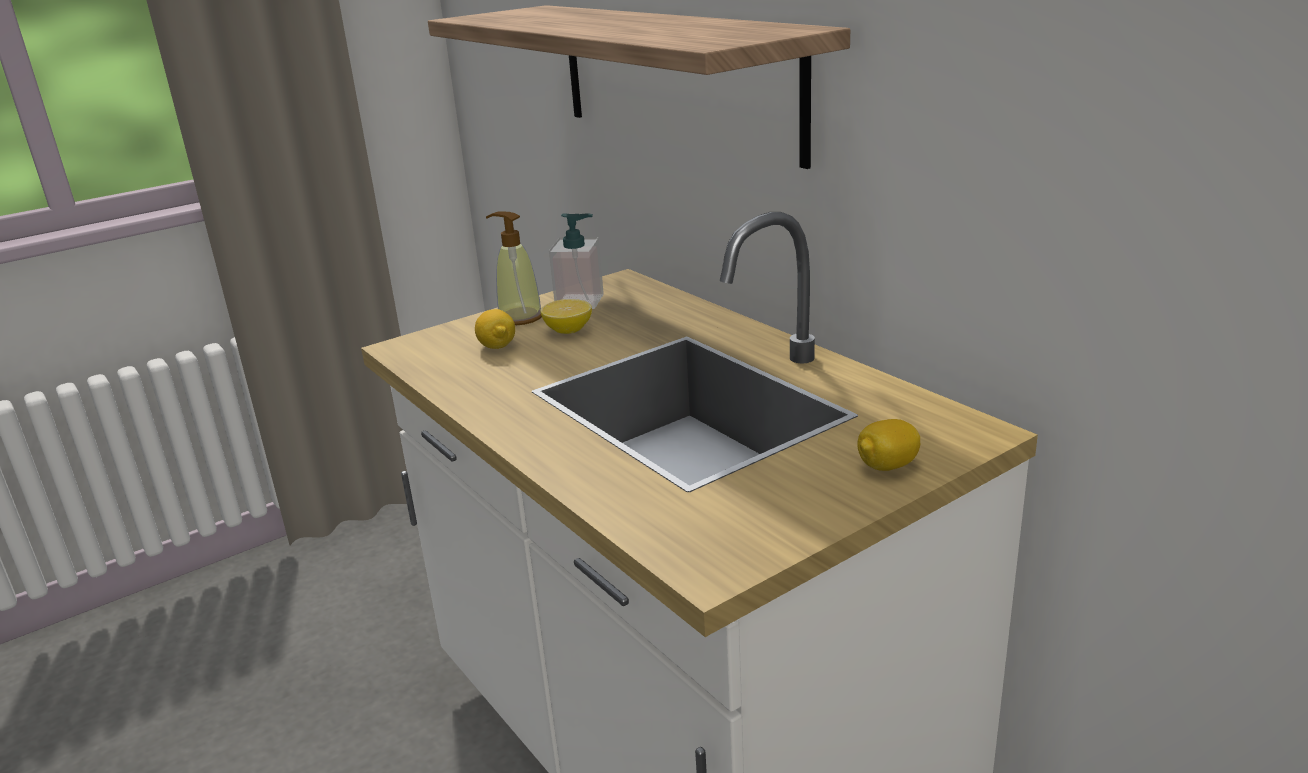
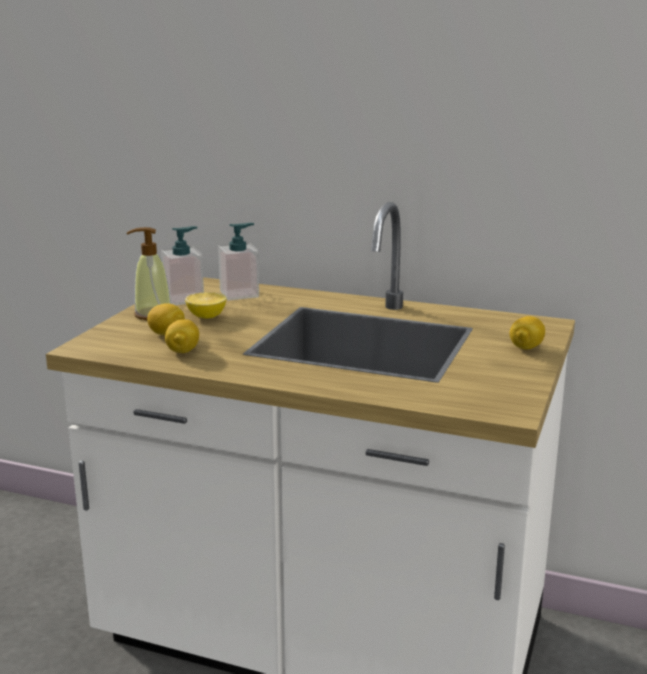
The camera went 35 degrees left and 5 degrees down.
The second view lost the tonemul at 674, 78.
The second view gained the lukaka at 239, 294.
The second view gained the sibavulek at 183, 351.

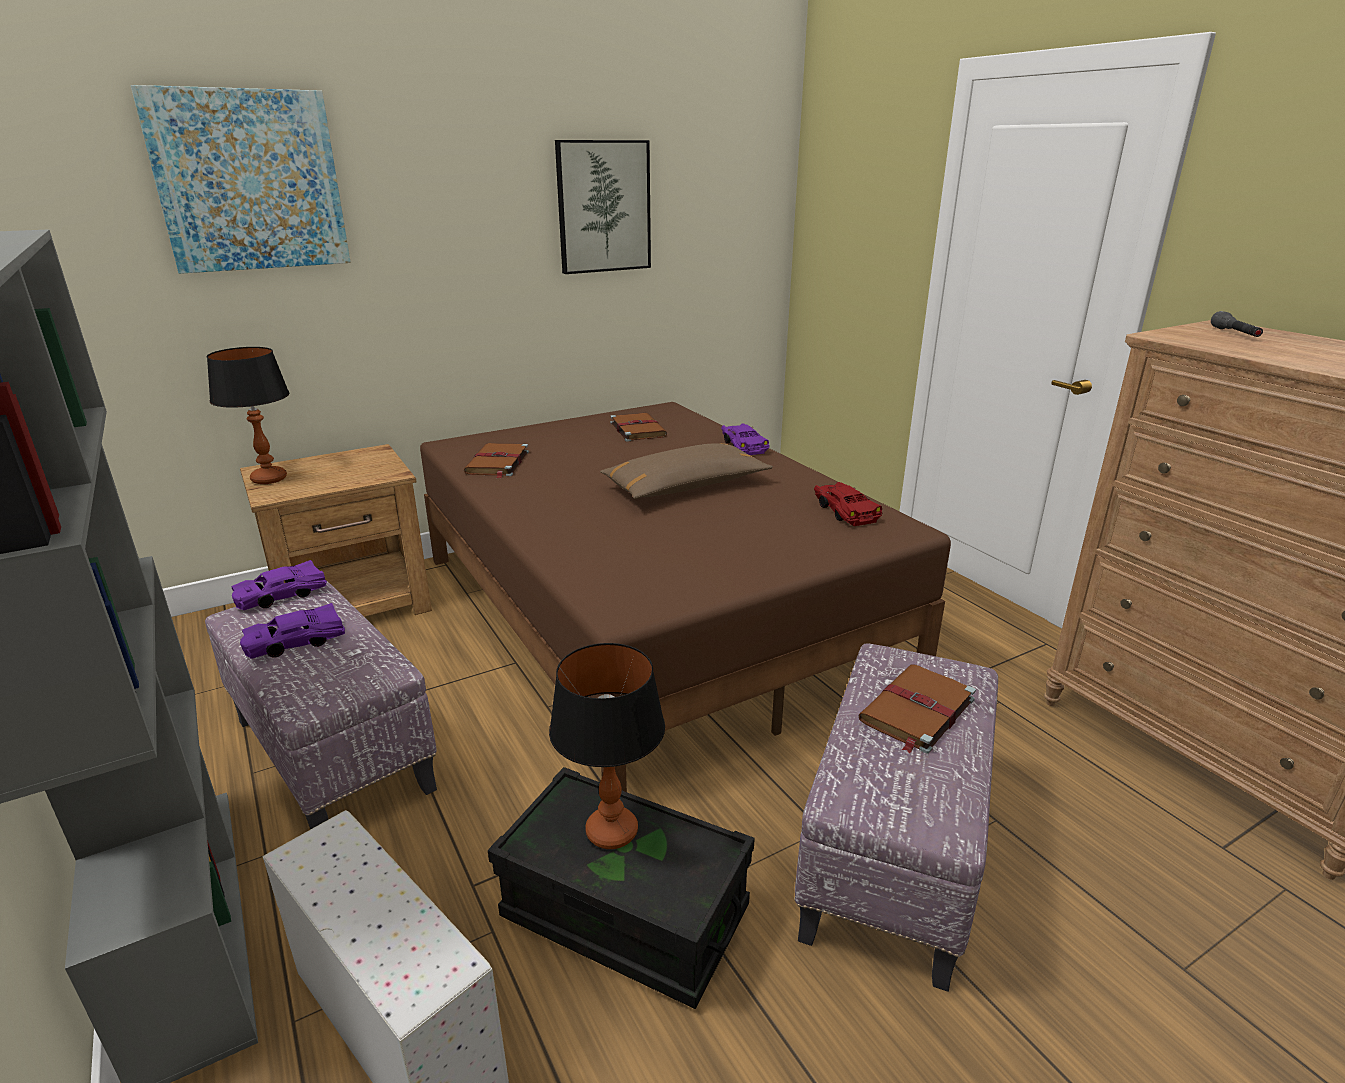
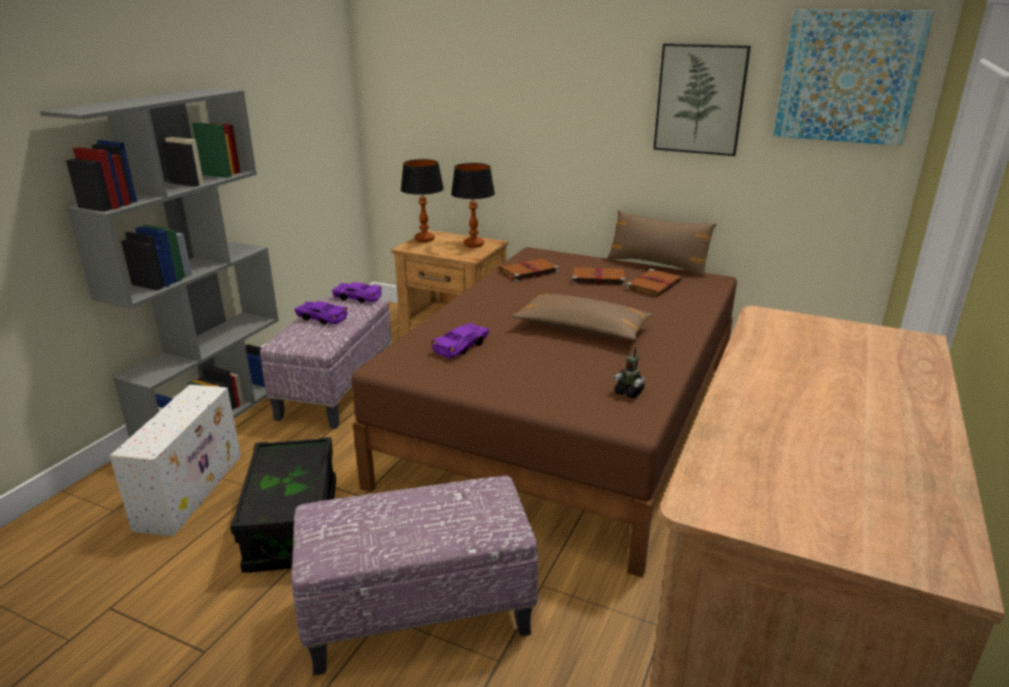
The camera went 55 degrees right and 0 degrees up.
The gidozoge ended up elsewhere, having gone from 249, 181 to 848, 77.
The second view lost the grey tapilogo at 1235, 334.
The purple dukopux ended up elsewhere, having gone from 743, 446 to 462, 346.
Where the red dukopux stood at 844, 511, the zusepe came to stand at 629, 392.
The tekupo ended up elsewhere, having gone from 612, 831 to 474, 244.
The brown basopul ended up elsewhere, having gone from 916, 711 to 597, 278.
The second view gained the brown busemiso at 657, 265.

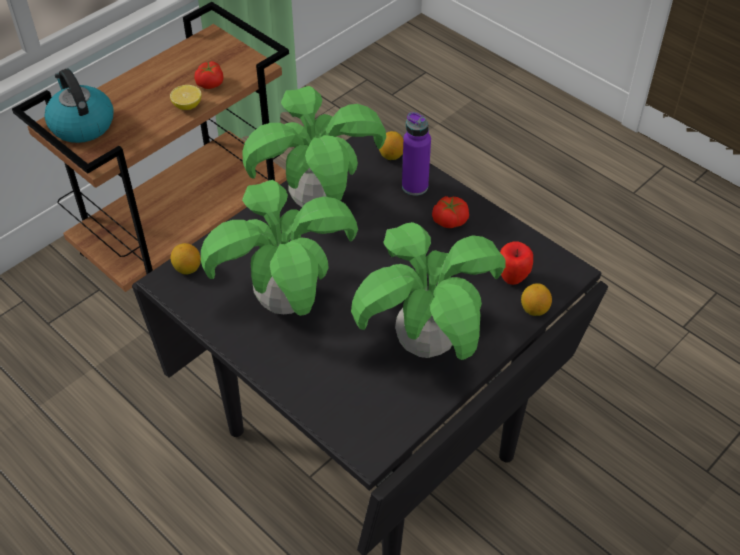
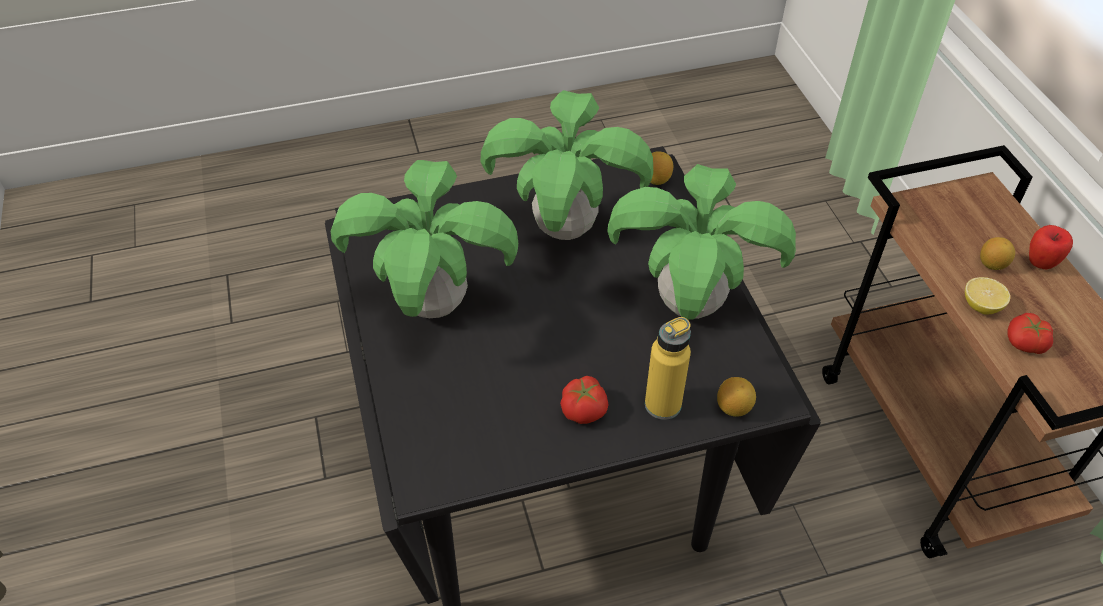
The camera went 120 degrees right and 0 degrees up.
The second view lost the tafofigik at 81, 124.
What was the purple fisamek at 415, 186 turned into the yellow fisamek at 663, 404.
The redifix ended up elsewhere, having gone from 512, 278 to 1040, 264.
The sibavulek ended up elsewhere, having gone from 534, 309 to 992, 264.

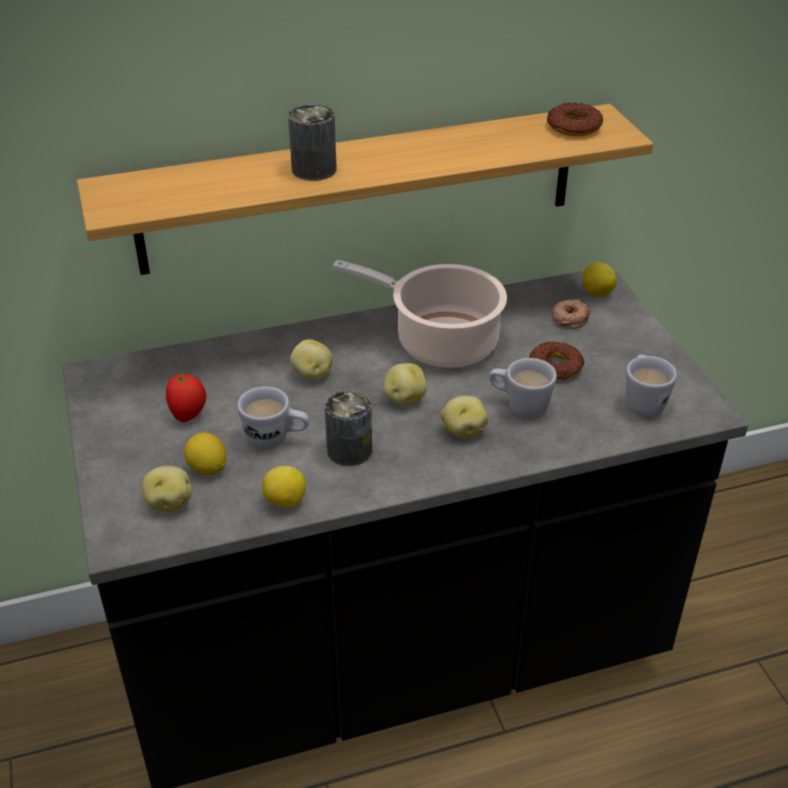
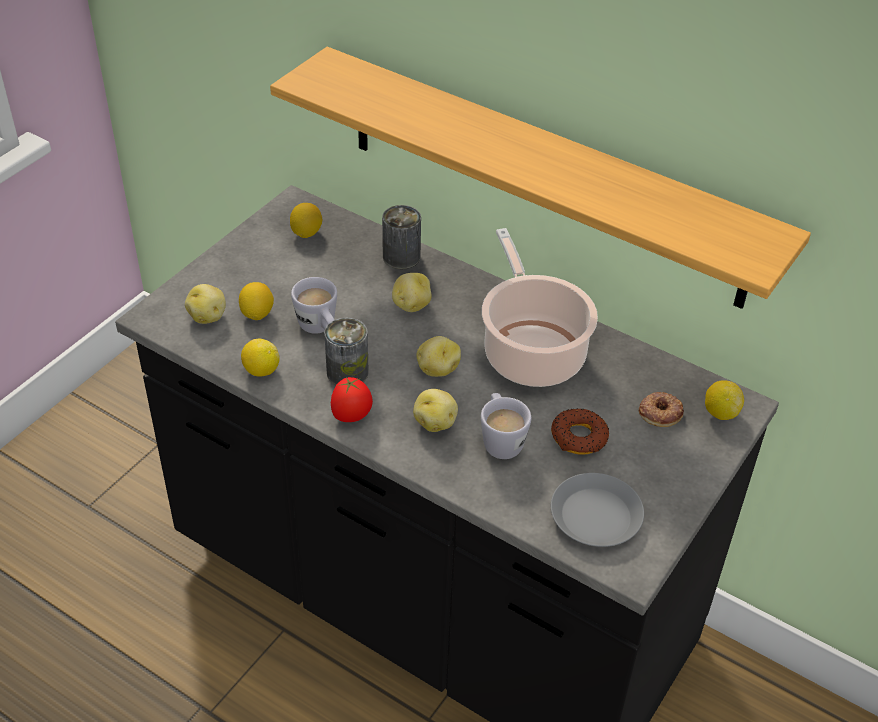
The camera went 50 degrees right and 5 degrees up.
The second view lost the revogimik at 573, 127.
The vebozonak ended up elsewhere, having gone from 314, 170 to 401, 256.
Where the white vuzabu stood at 642, 401, the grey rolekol came to stand at 595, 516.
The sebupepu ended up elsewhere, having gone from 188, 415 to 351, 417.
The second view gained the sibavulek at 306, 233.

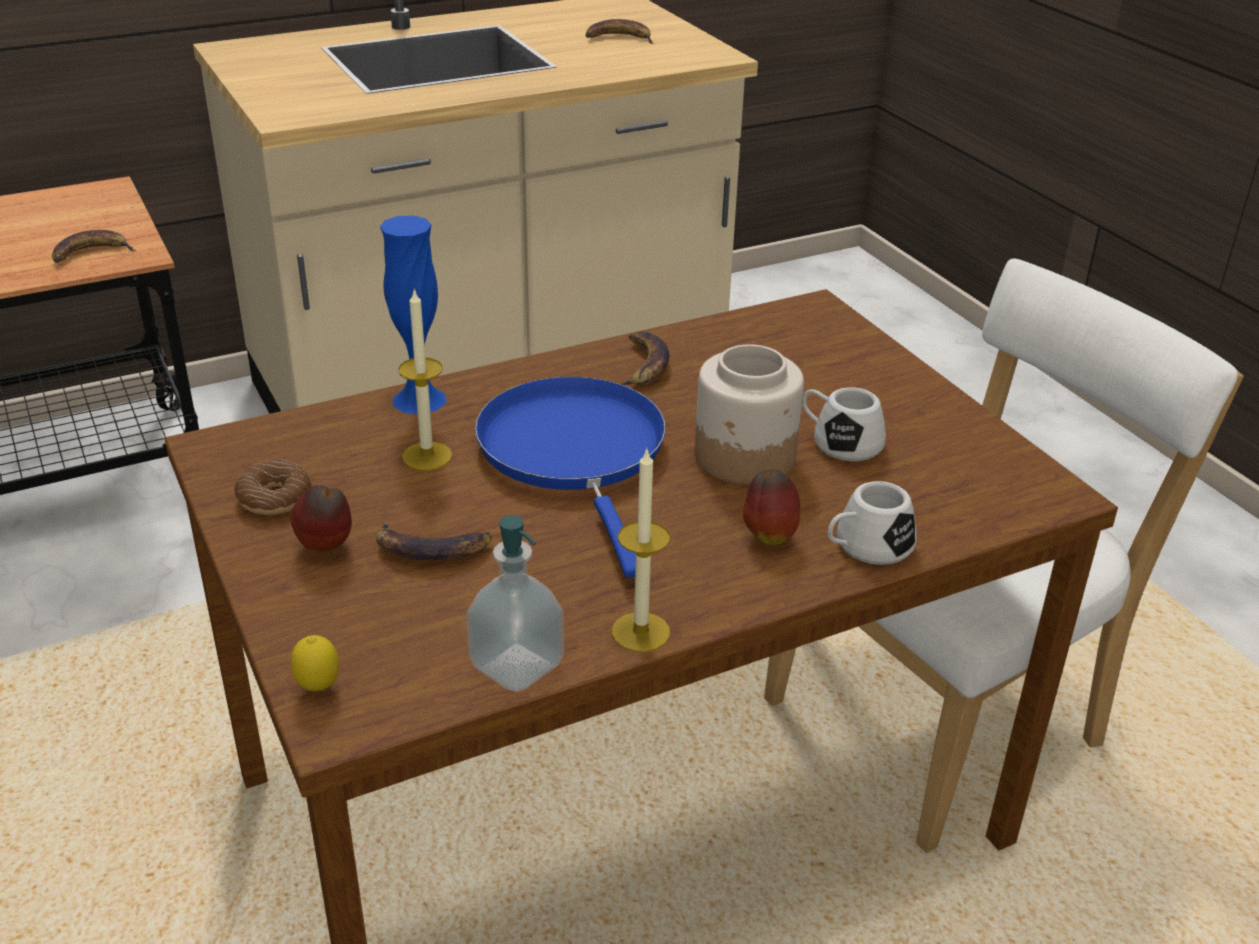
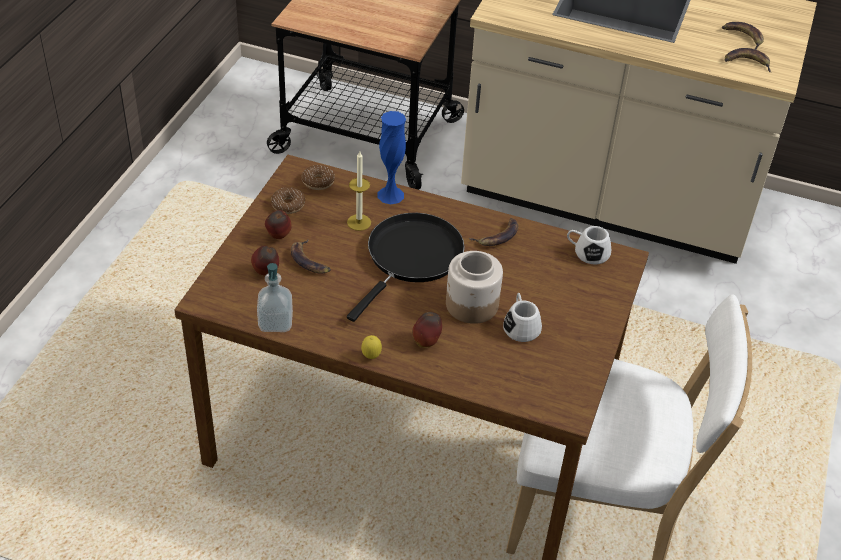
The camera went 45 degrees right and 10 degrees up.
The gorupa ended up elsewhere, having gone from 91, 253 to 746, 62.
What was the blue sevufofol at 575, 454 turned into the black sevufofol at 411, 258.
The second view lost the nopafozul at 640, 632.
The white vuzabu ended up elsewhere, having gone from 865, 547 to 587, 252.
The sibavulek ended up elsewhere, having gone from 318, 688 to 371, 357.
The second view gained the revogimik at 318, 182.
The second view gained the redifix at 266, 273.

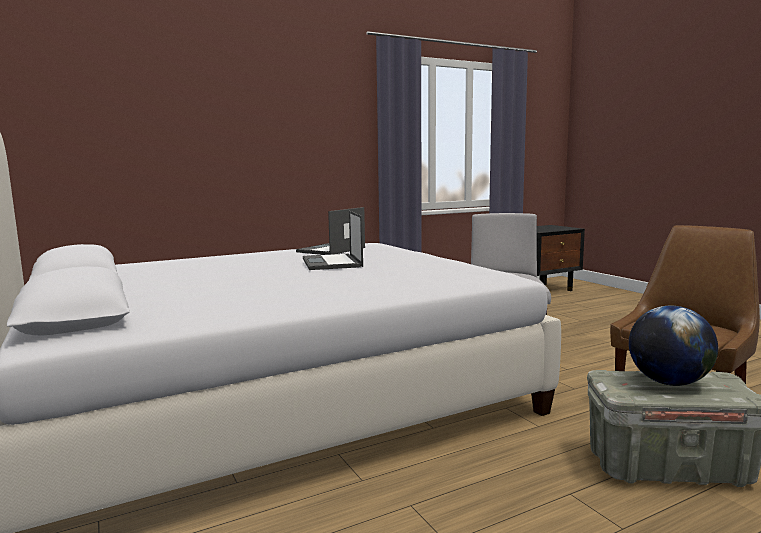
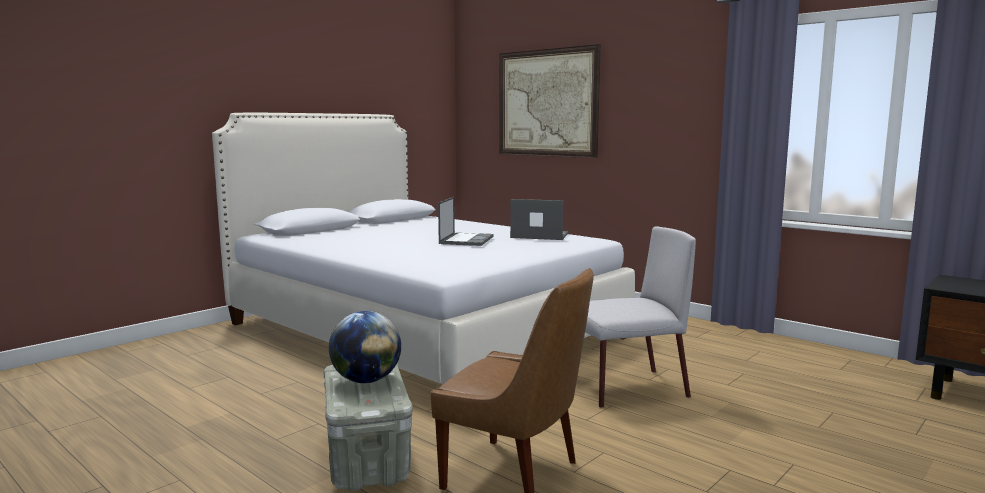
The camera went 70 degrees right and 0 degrees up.
The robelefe at 332, 263 ended up facing another way, 135 degrees clockwise from before.
The second view gained the gidozoge at 547, 103.

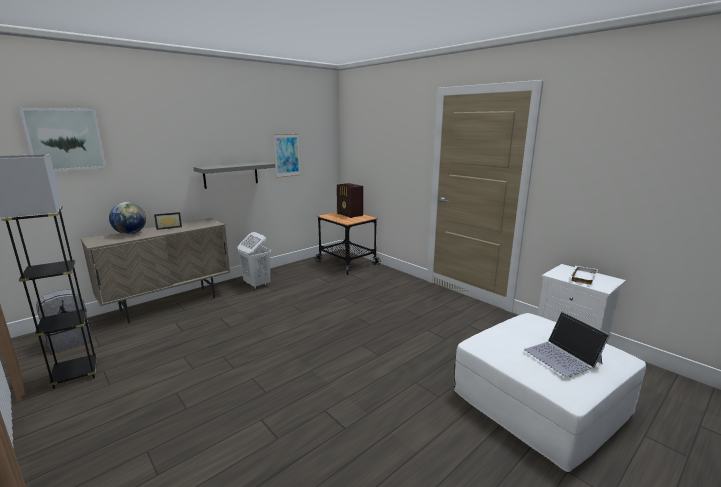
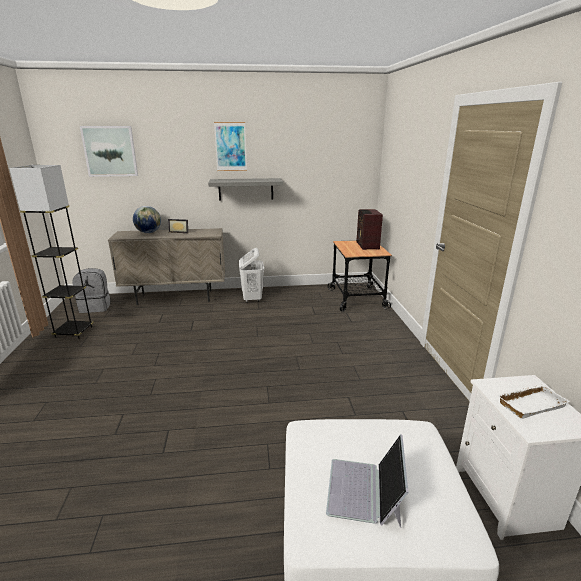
The camera went 35 degrees right and 5 degrees up.
The gidozoge ended up elsewhere, having gone from 287, 155 to 230, 146.

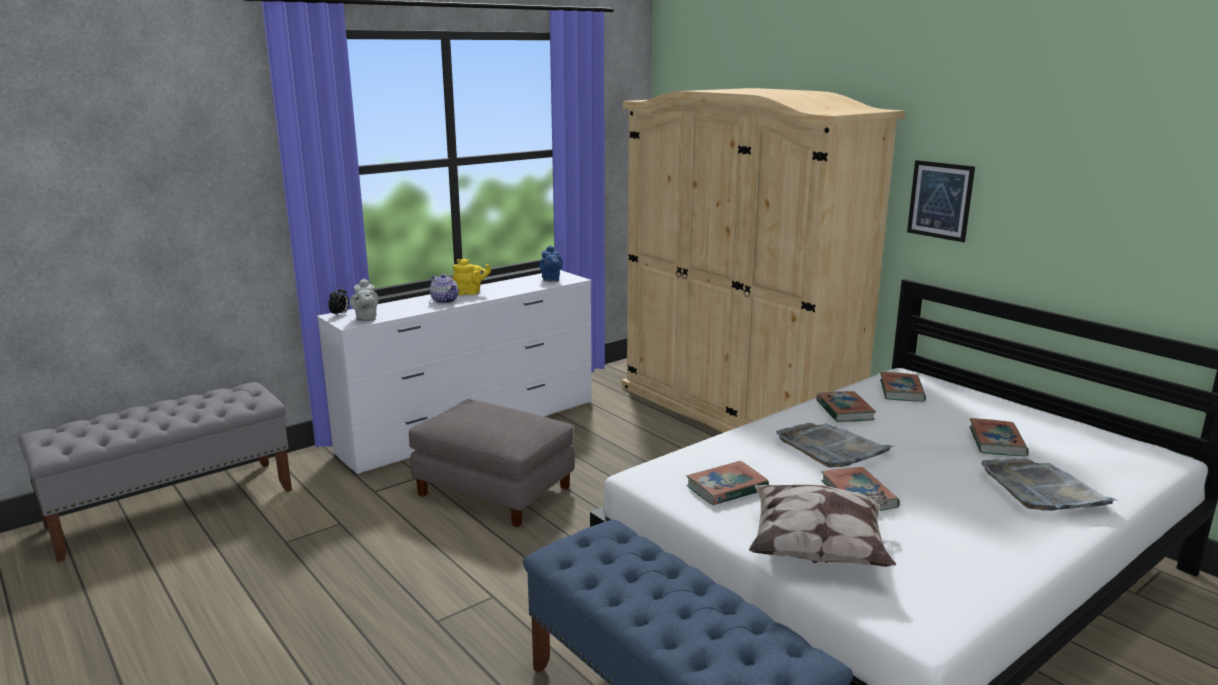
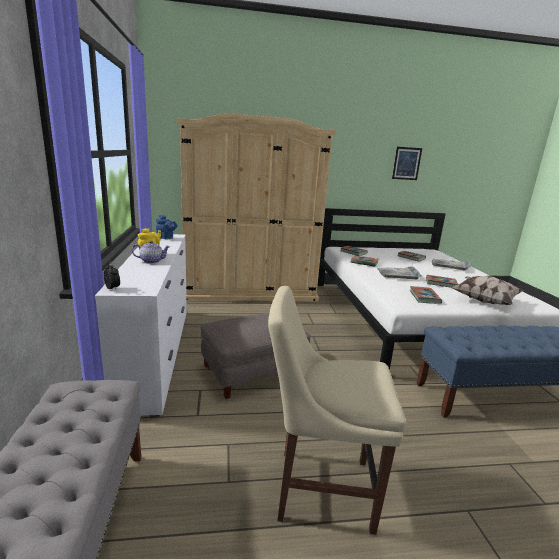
The camera went 60 degrees left and 0 degrees up.
The gidozoge ended up elsewhere, having gone from 940, 200 to 406, 163.
The second view lost the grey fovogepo at 366, 318.
The second view gained the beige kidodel at 318, 487.

